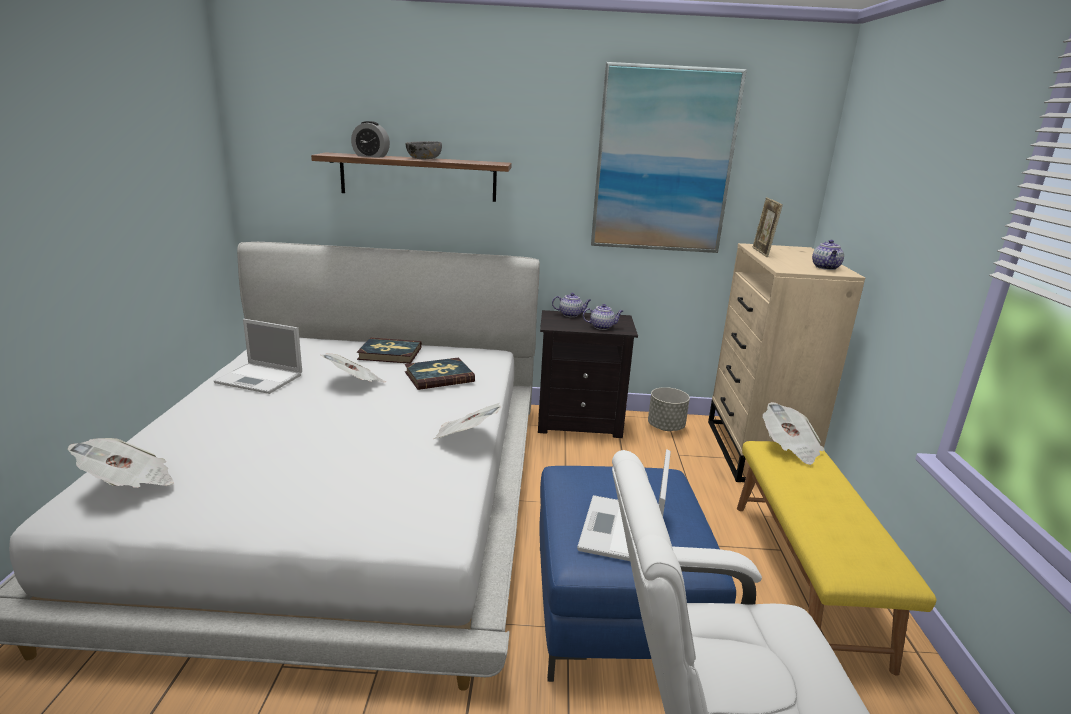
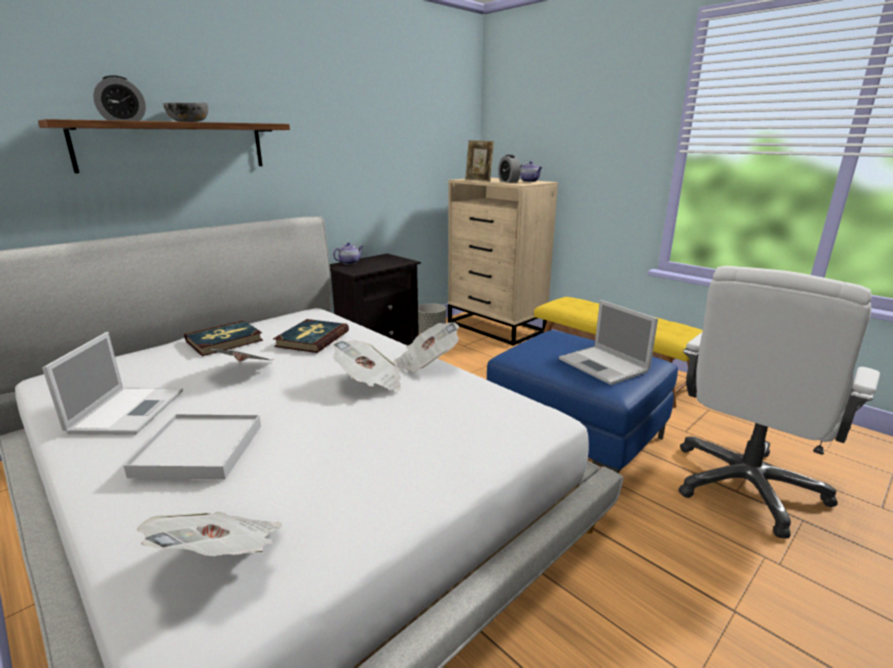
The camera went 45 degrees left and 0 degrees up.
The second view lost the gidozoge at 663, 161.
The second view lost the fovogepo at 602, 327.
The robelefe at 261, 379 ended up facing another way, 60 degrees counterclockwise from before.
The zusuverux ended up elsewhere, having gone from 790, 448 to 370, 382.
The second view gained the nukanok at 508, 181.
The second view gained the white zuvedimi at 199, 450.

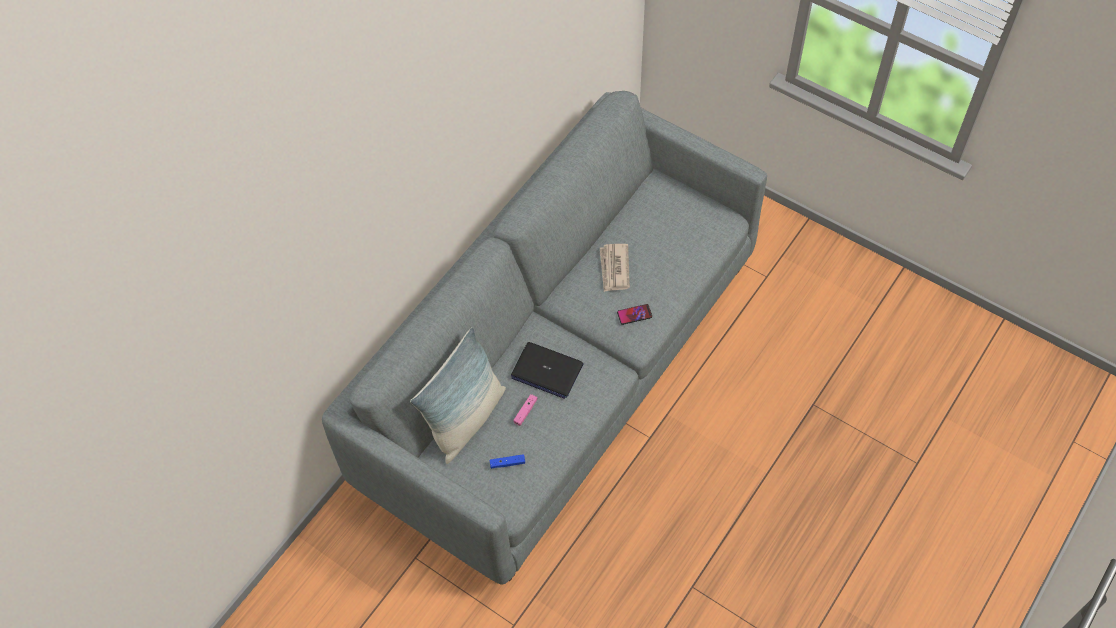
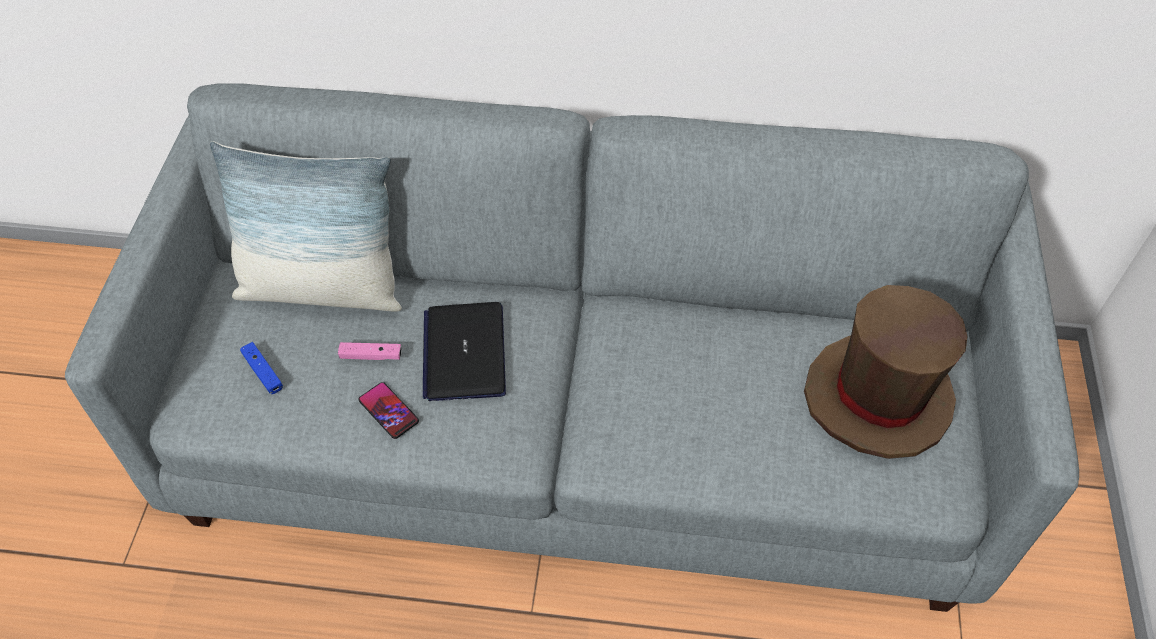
The camera went 60 degrees right and 5 degrees down.
The second view lost the zusuverux at 614, 269.
The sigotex ended up elsewhere, having gone from 634, 314 to 388, 411.
The second view gained the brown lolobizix at 878, 398.

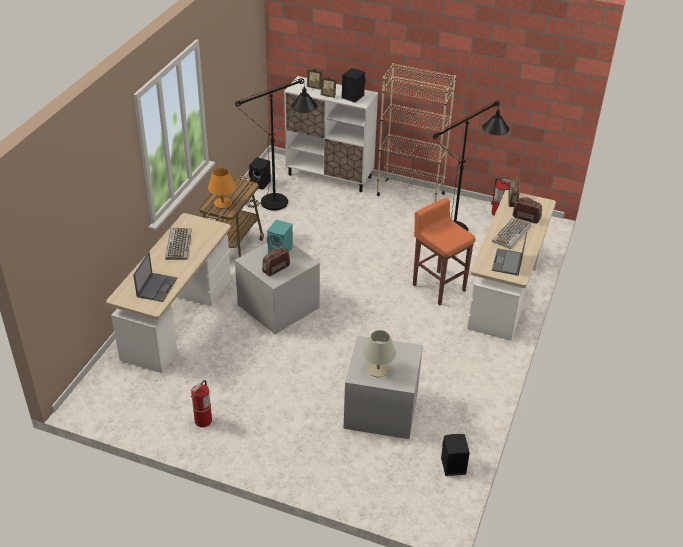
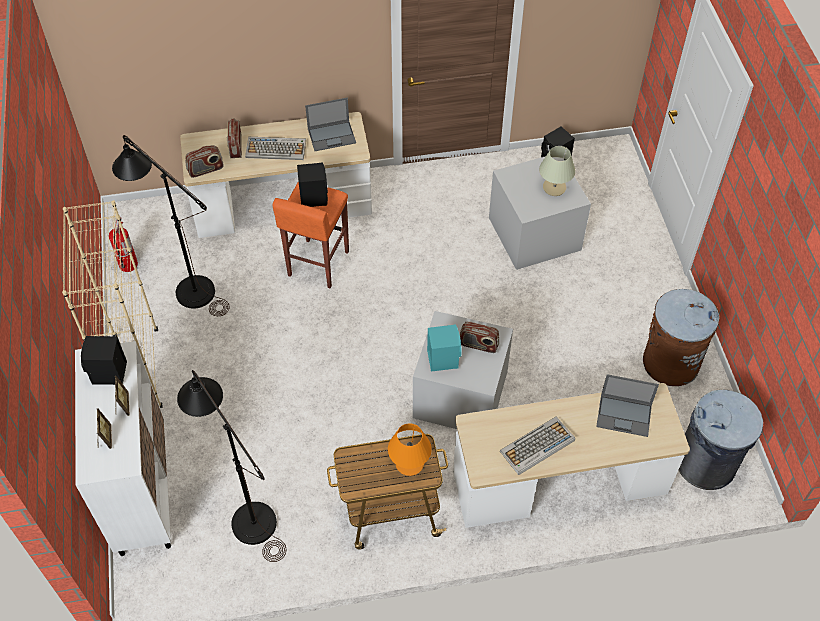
The camera went 120 degrees left and 15 degrees up.
The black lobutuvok ended up elsewhere, having gone from 261, 184 to 314, 197.
The robelefe at 157, 287 ended up facing another way, 150 degrees counterclockwise from before.
Where the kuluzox stood at 203, 421, the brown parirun came to stand at 670, 362.
The second view gained the grey parirun at 706, 463.

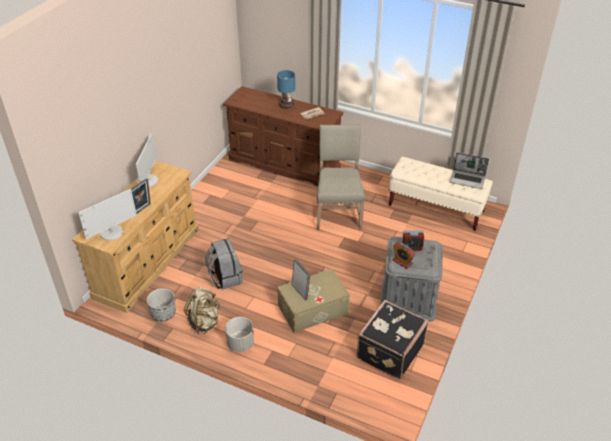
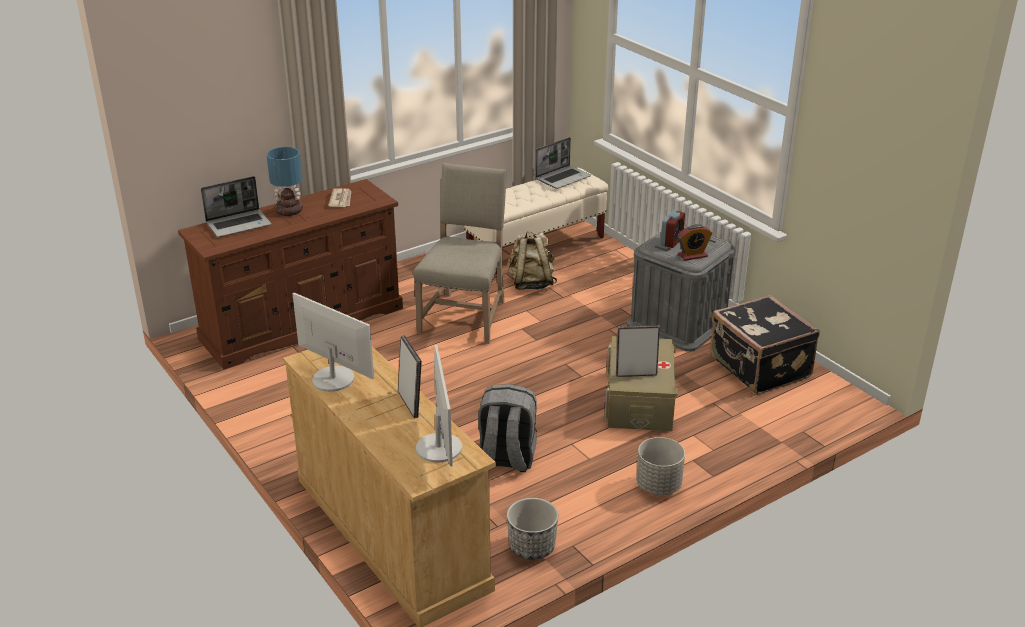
The camera went 60 degrees left and 10 degrees down.
The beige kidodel at 338, 212 ended up facing another way, 75 degrees clockwise from before.
The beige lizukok ended up elsewhere, having gone from 204, 322 to 531, 283.
The second view gained the robelefe at 239, 224.

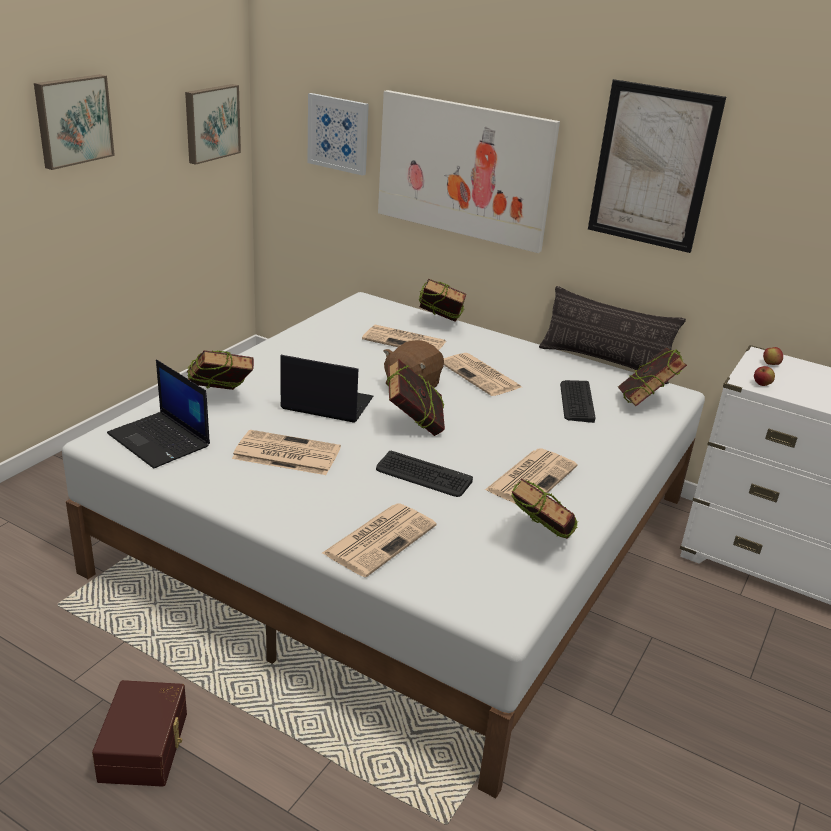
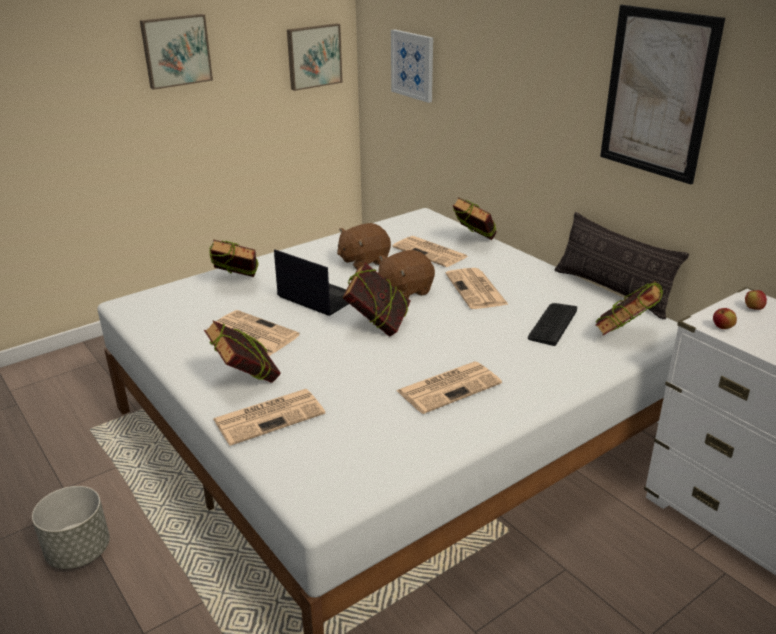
The camera went 25 degrees right and 0 degrees up.
The second view lost the gidozoge at 464, 169.
The second view lost the robelefe at 160, 440.
The second view lost the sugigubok at 423, 475.
The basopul ended up elsewhere, having gone from 539, 542 to 246, 381.
Where the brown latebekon stood at 146, 746, the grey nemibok came to stand at 79, 551.
The second view gained the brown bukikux at 363, 261.

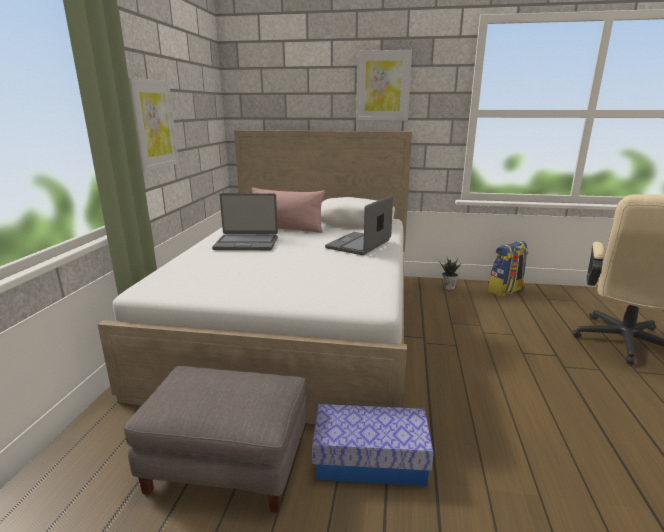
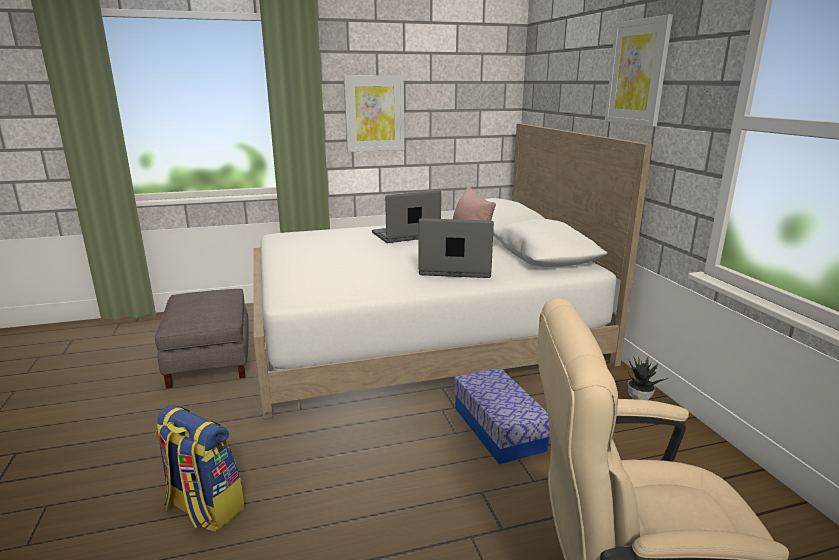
The camera went 65 degrees right and 0 degrees up.
The robelefe at 246, 243 ended up facing another way, 90 degrees clockwise from before.
The lizukok ended up elsewhere, having gone from 506, 291 to 203, 508.
The latebekon ended up elsewhere, having gone from 370, 460 to 498, 428.

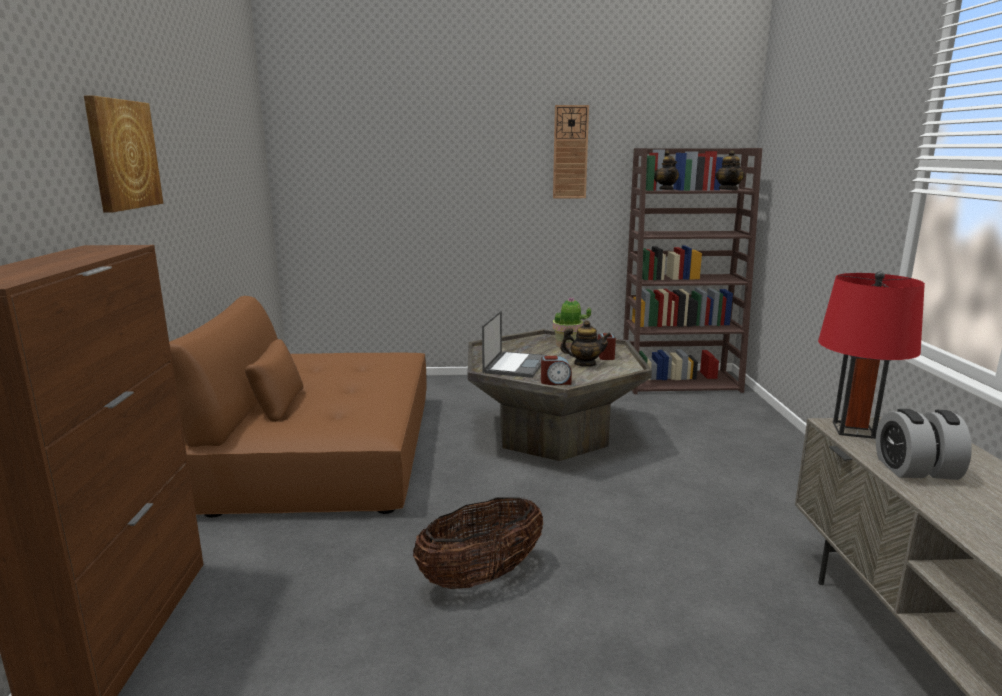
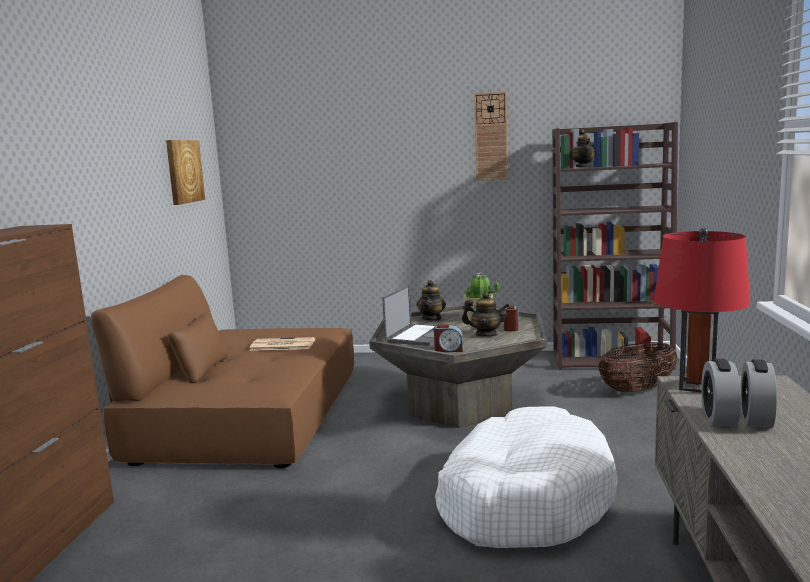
The camera went 10 degrees right and 5 degrees down.
The gidozoge ended up elsewhere, having gone from 122, 154 to 184, 171.
The fovogepo ended up elsewhere, having gone from 728, 190 to 432, 318.
The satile ended up elsewhere, having gone from 481, 576 to 637, 390.
The second view gained the zusuverux at 281, 345.
The second view gained the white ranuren at 524, 499.

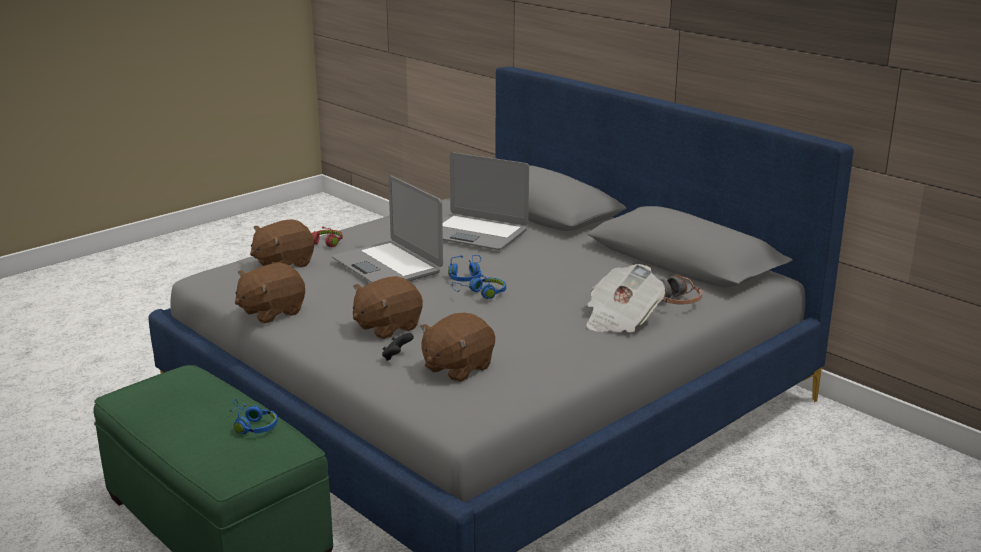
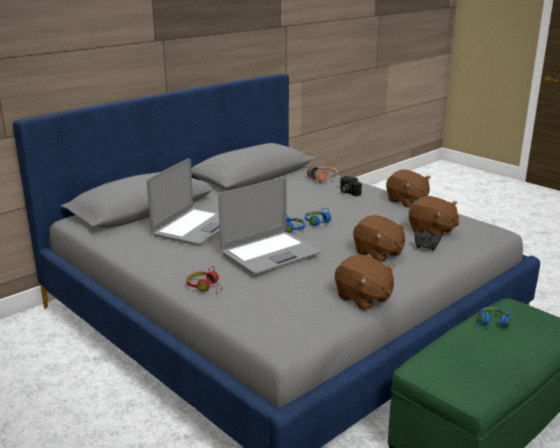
The camera went 90 degrees left and 0 degrees up.
The brown bukikux ended up elsewhere, having gone from 283, 264 to 407, 201.
Where the zusuverux stood at 621, 319, the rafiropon came to stand at 347, 192.

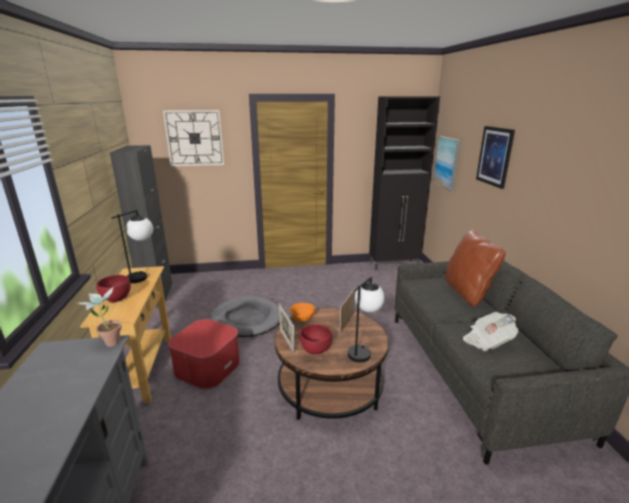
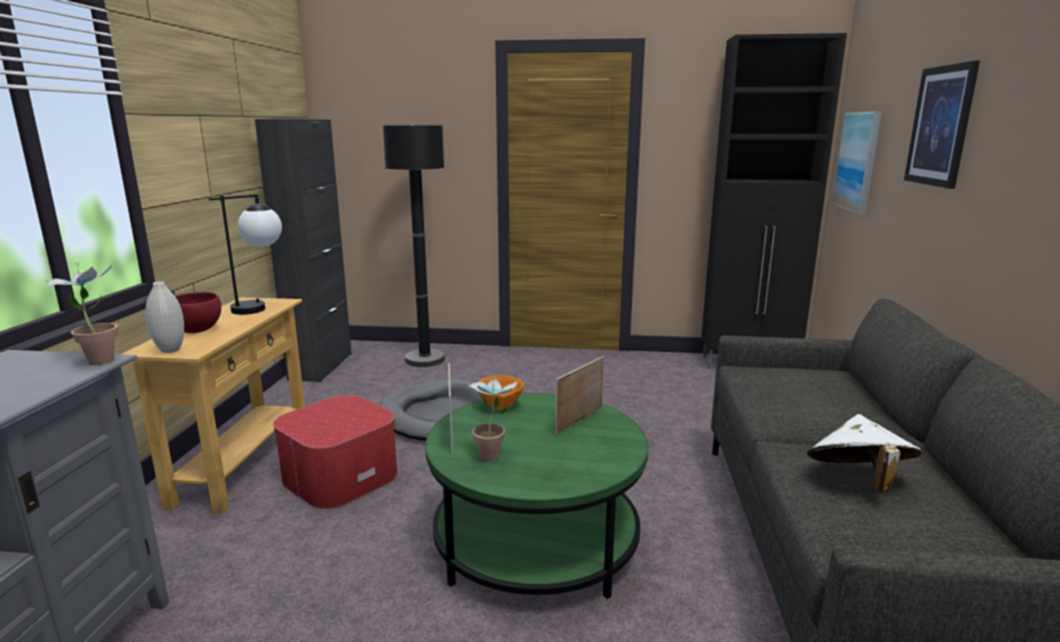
The camera went 15 degrees right and 5 degrees down.
The second view lost the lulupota at 194, 138.
The second view lost the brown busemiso at 467, 293.
The second view lost the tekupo at 363, 350.
What was the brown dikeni at 330, 386 turned into the green dikeni at 536, 541.
Where the zusuverux stood at 487, 341, the white lolobizix came to stand at 857, 481.
Where the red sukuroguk stood at 315, 350, the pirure came to stand at 493, 454.
The second view gained the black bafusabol at 425, 359.
The second view gained the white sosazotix at 170, 350.

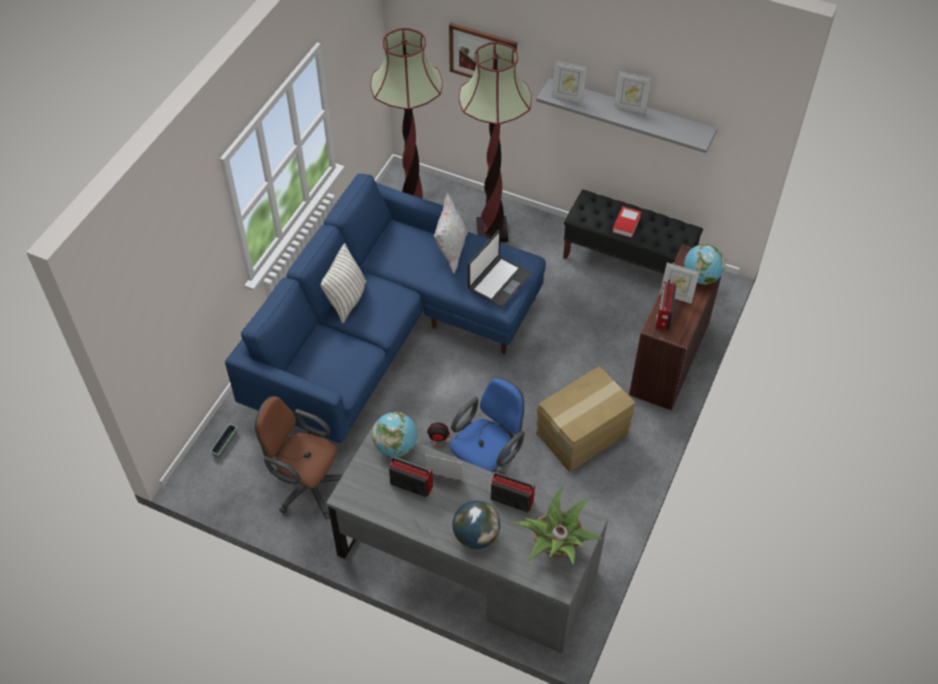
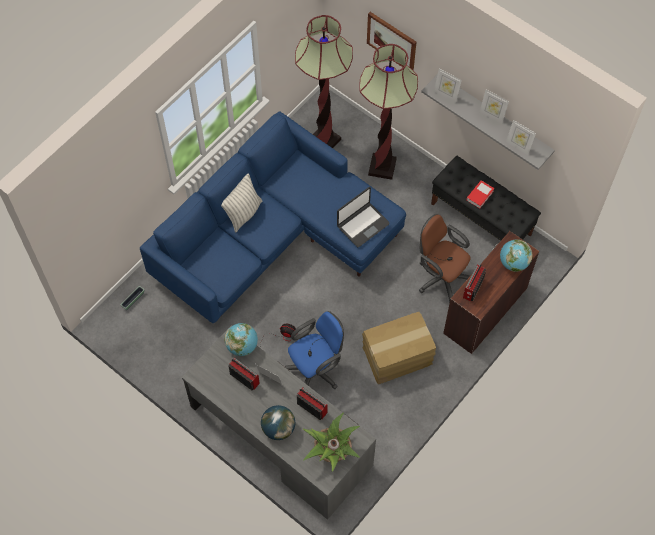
The camera went 15 degrees right and 10 degrees up.
The second view lost the white busemiso at 451, 252.
The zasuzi ended up elsewhere, having gone from 676, 296 to 518, 146.
The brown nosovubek ended up elsewhere, having gone from 307, 486 to 440, 277.

